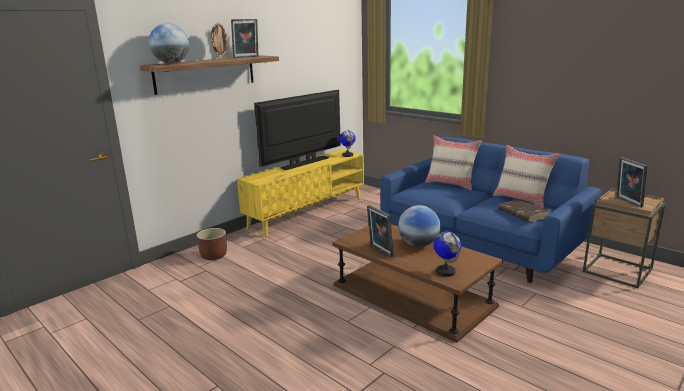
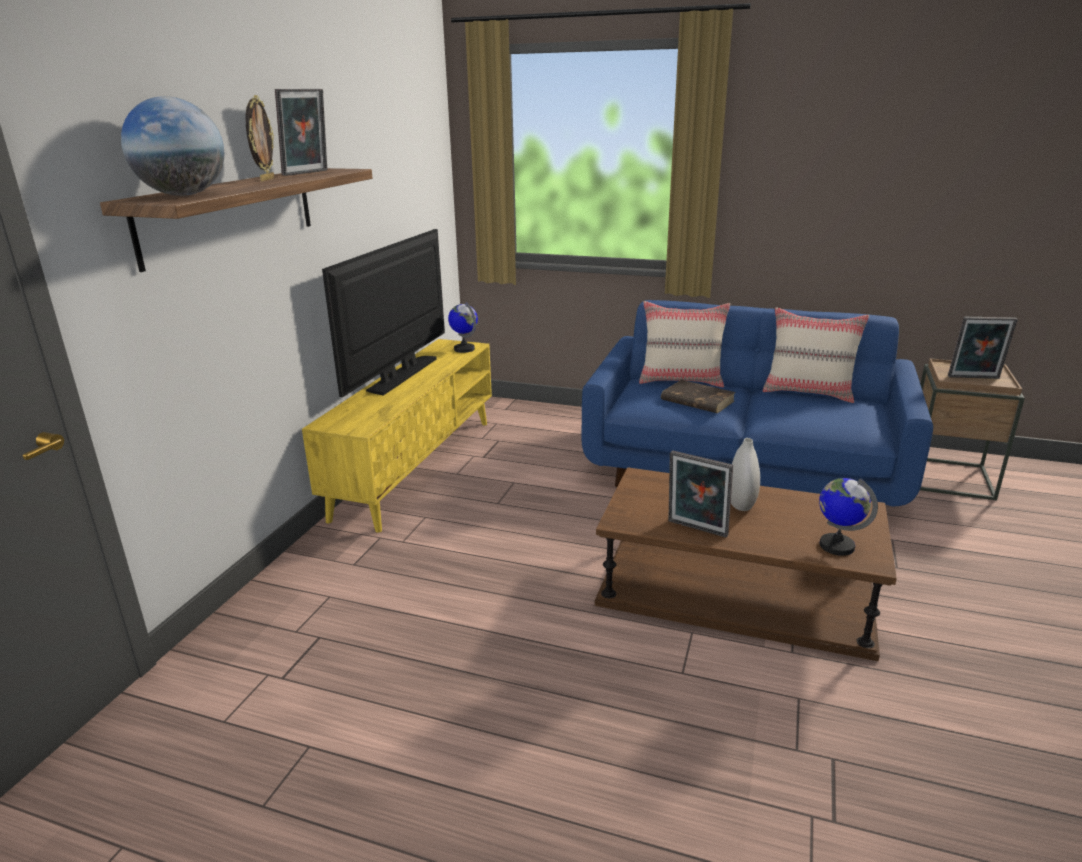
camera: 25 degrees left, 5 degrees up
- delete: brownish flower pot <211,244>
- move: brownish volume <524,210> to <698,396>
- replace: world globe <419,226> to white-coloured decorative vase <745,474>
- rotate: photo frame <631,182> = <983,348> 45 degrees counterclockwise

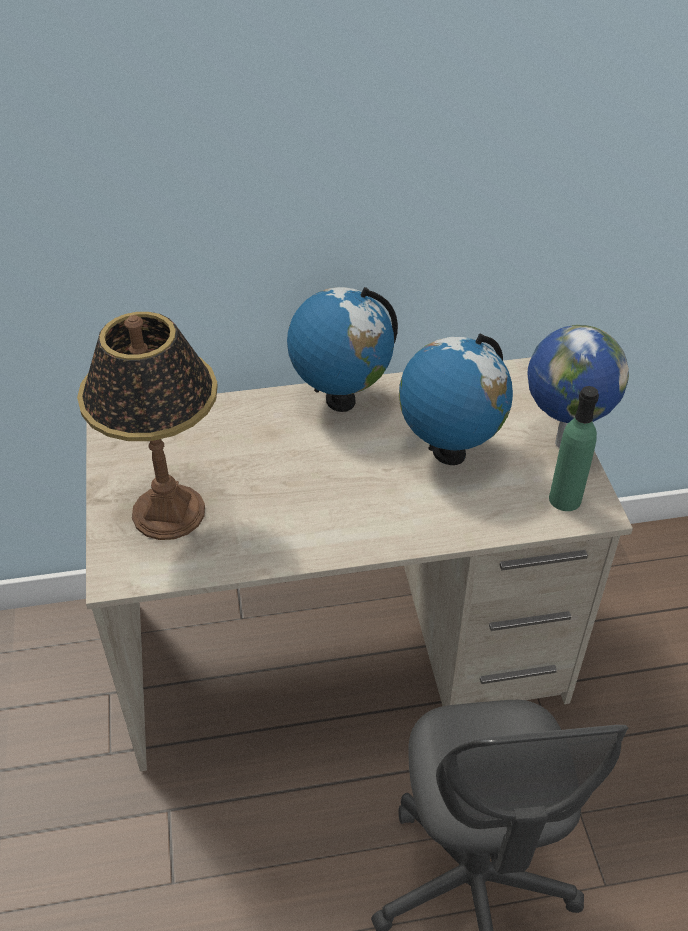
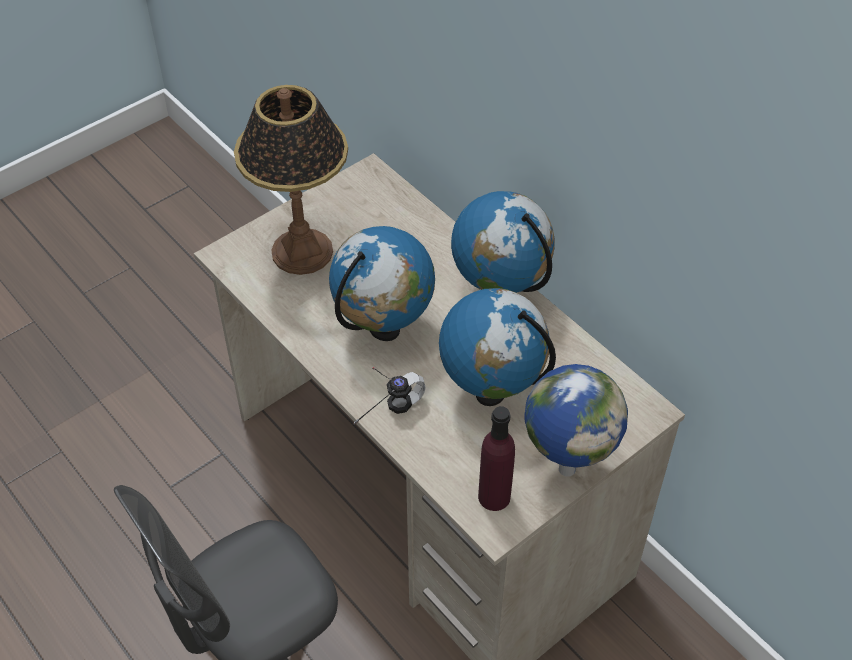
camera: 60 degrees right, 5 degrees up
- insert: world globe <382,283>
- insert: headphones <390,395>
- recolor: green-coloured bottle <574,448> to purple bottle <496,458>

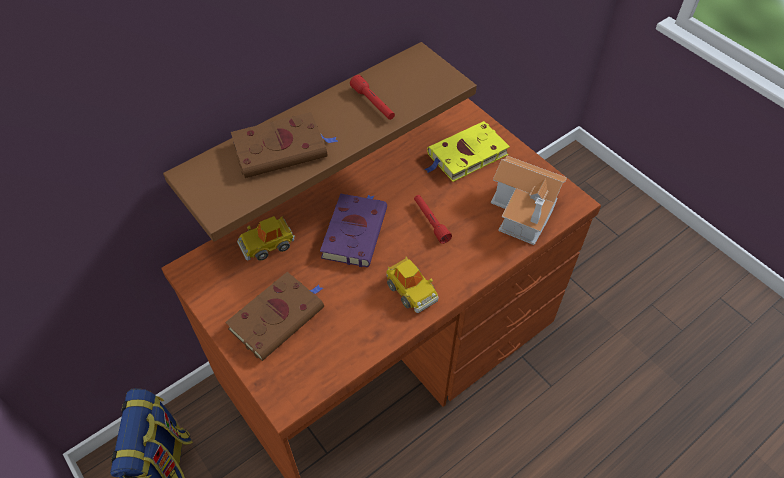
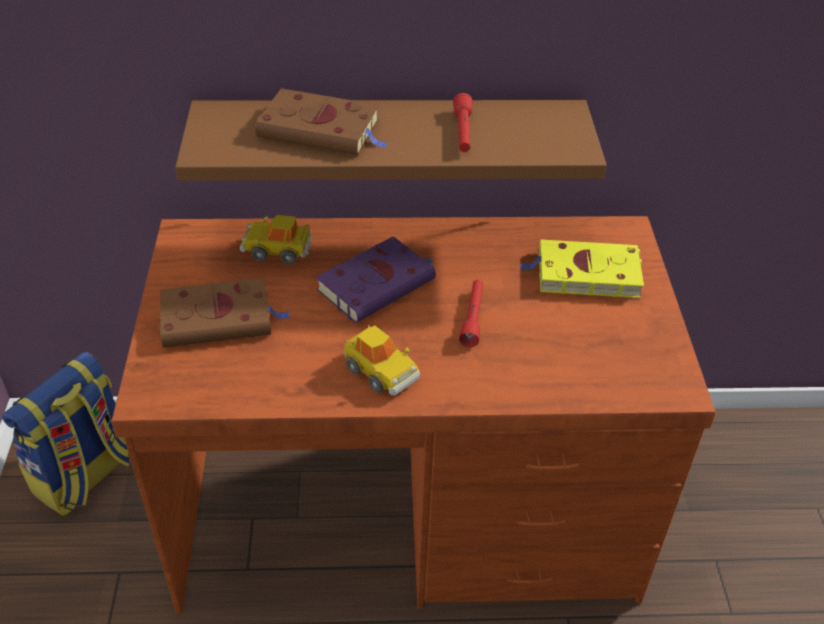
camera: 35 degrees right, 10 degrees down
- delete: miniature house <529,200>
- rotate: miniature car <412,285> = <382,360> 45 degrees counterclockwise

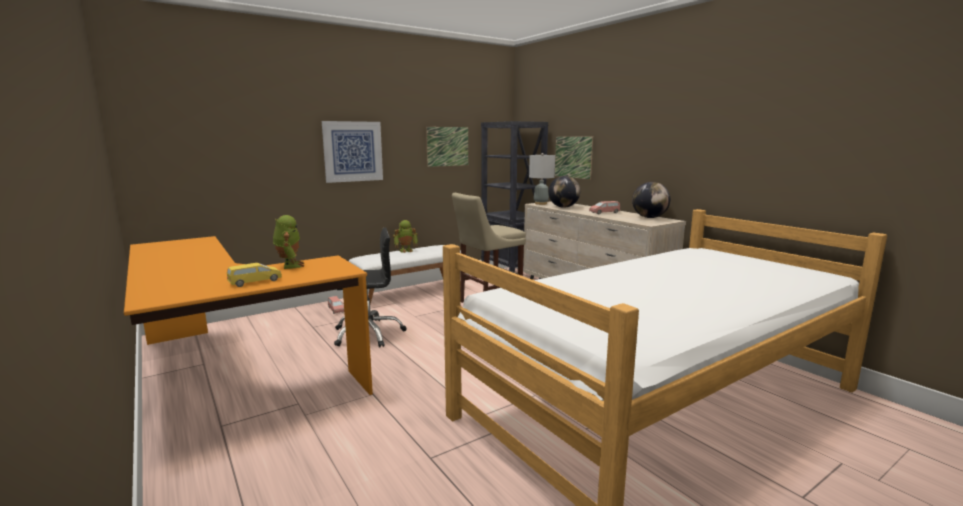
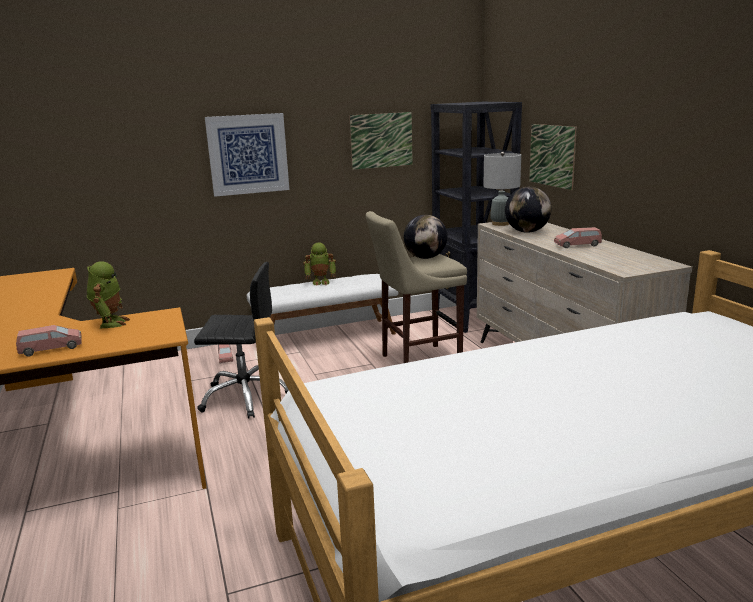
camera: 15 degrees right, 5 degrees up
- move: world globe <651,200> to <426,237>
- recolor: yellow-coloured miniature car <254,275> to pinkish miniature car <49,341>

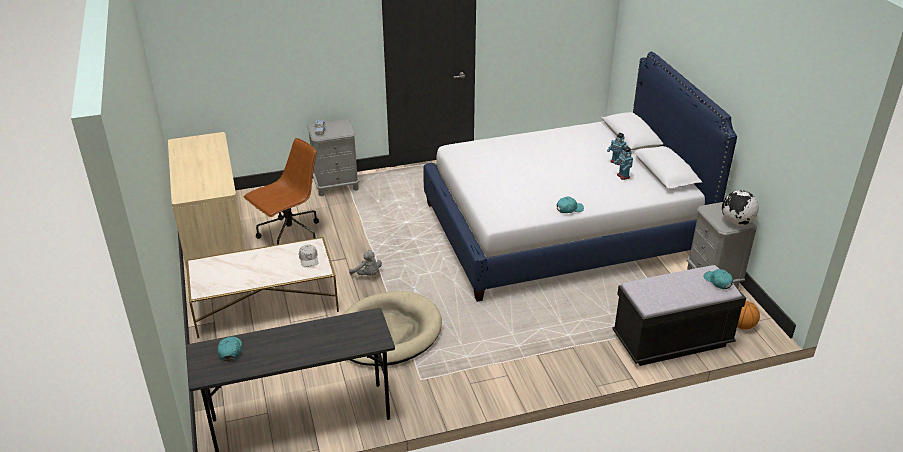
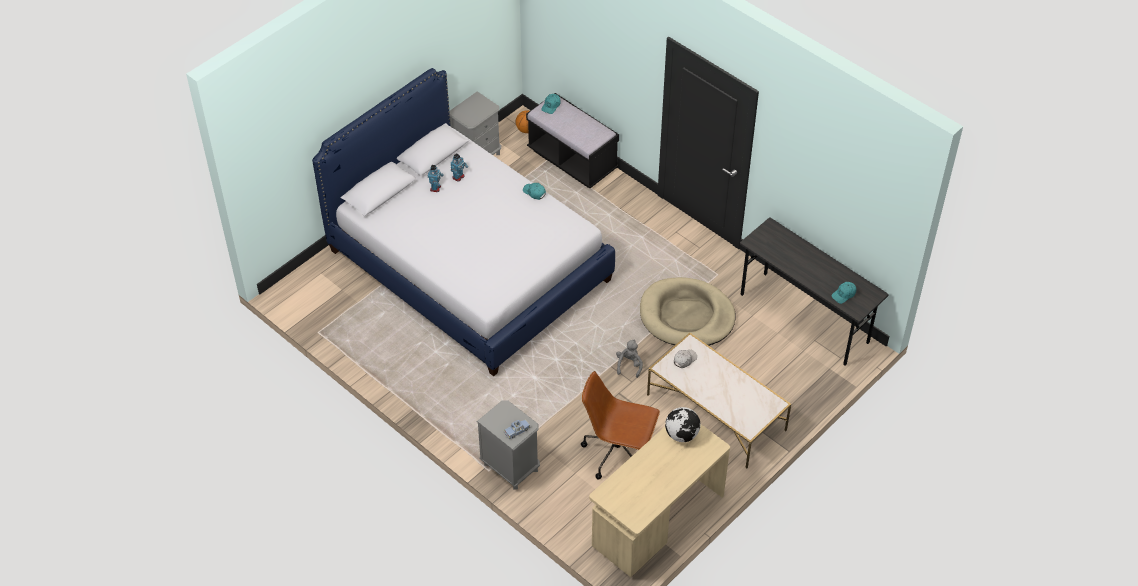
camera: 120 degrees left, 15 degrees up
- move: world globe <740,208> to <682,424>

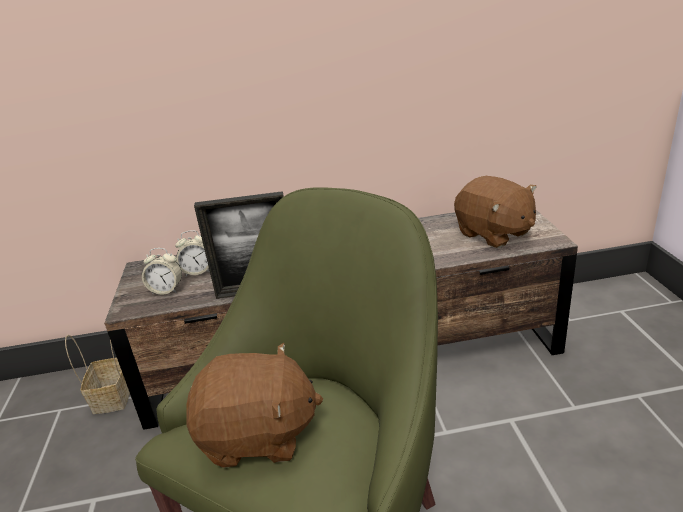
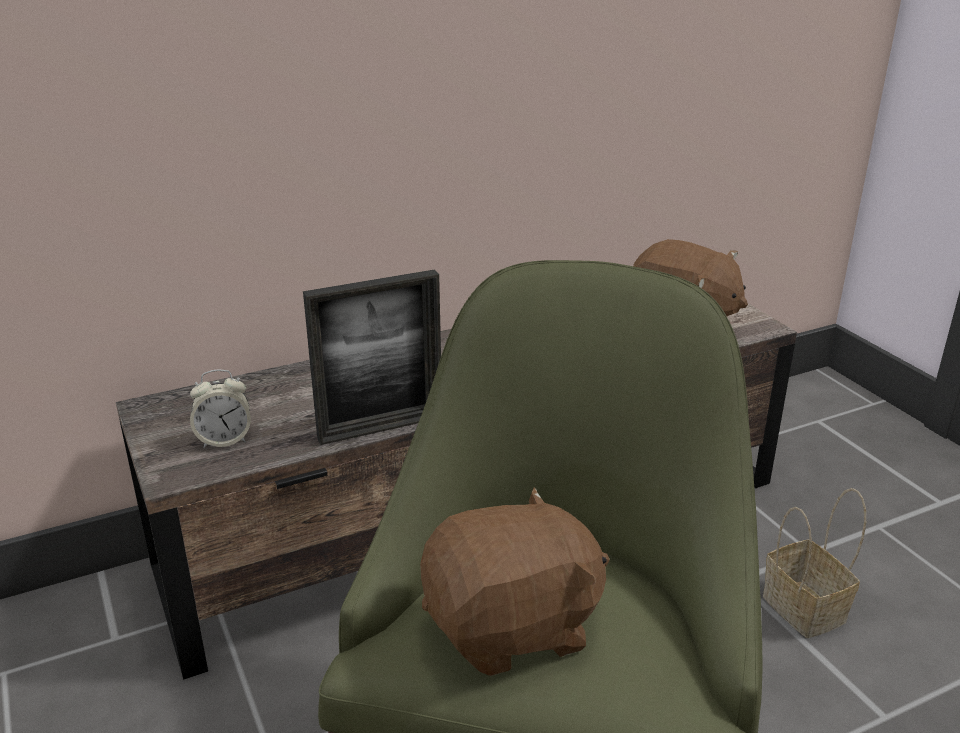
camera: 20 degrees left, 0 degrees up
- delete: alarm clock <192,253>
- move: storage basket <97,374> to <814,563>

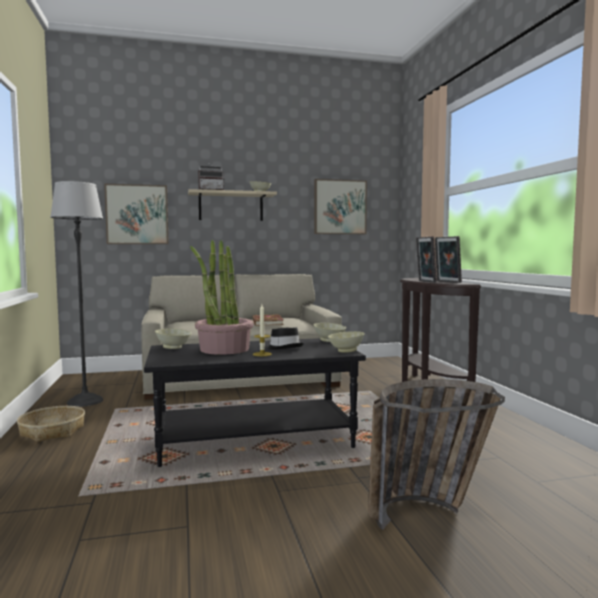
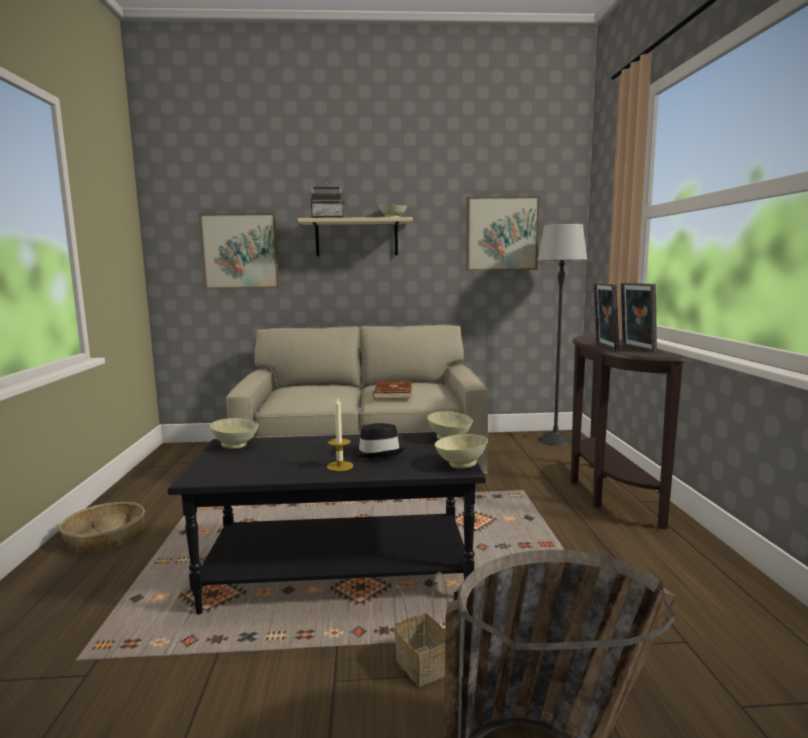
camera: 10 degrees right, 5 degrees up
- delete: plant in a pot <222,297>
- insert: storage basket <421,629>
- move: standing lamp <76,294> to <562,335>

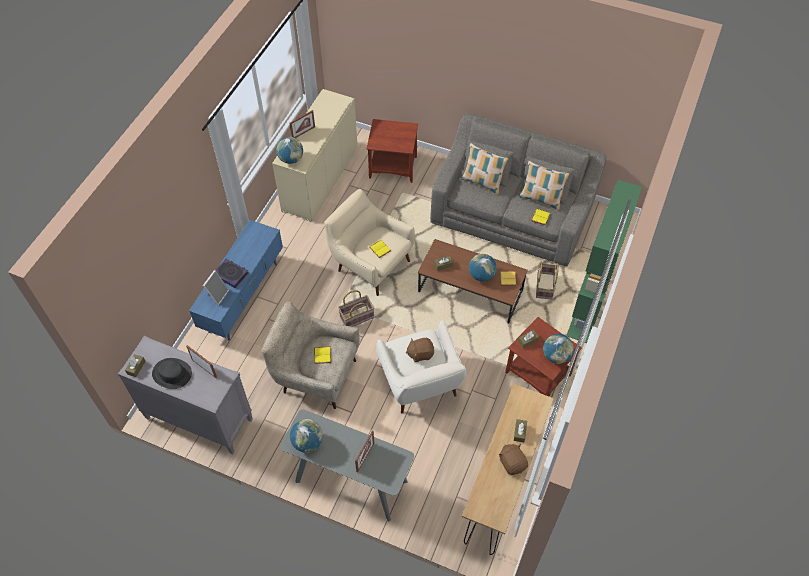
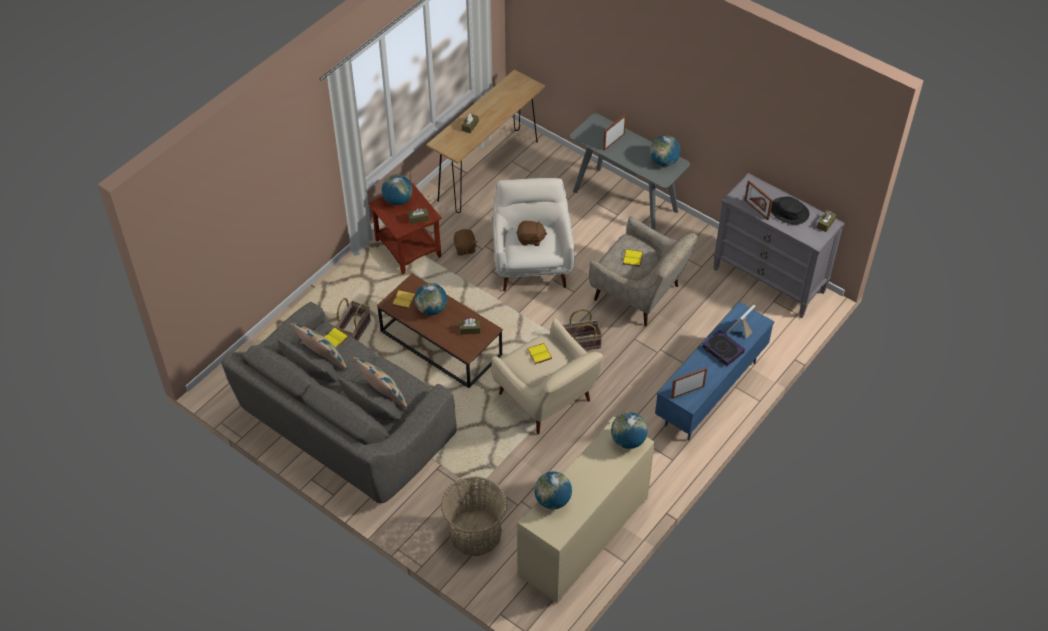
camera: 165 degrees left, 5 degrees down
- delete: green-coloured bookcase <604,261>
- insert: world globe <553,490>
- move: photo frame <302,124> to <689,383>
- move: brownish plush toy <513,459> to <465,242>
- replace: brownish side table <392,151> to storage basket <474,516>

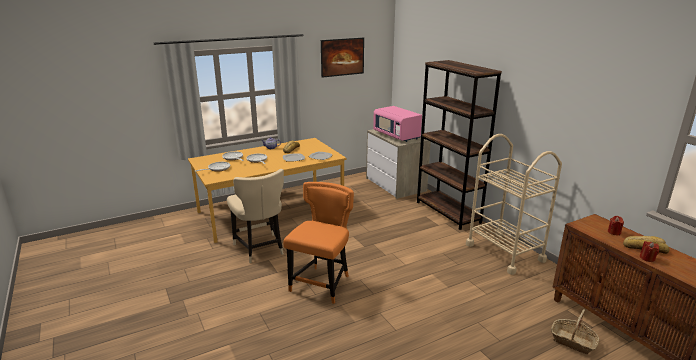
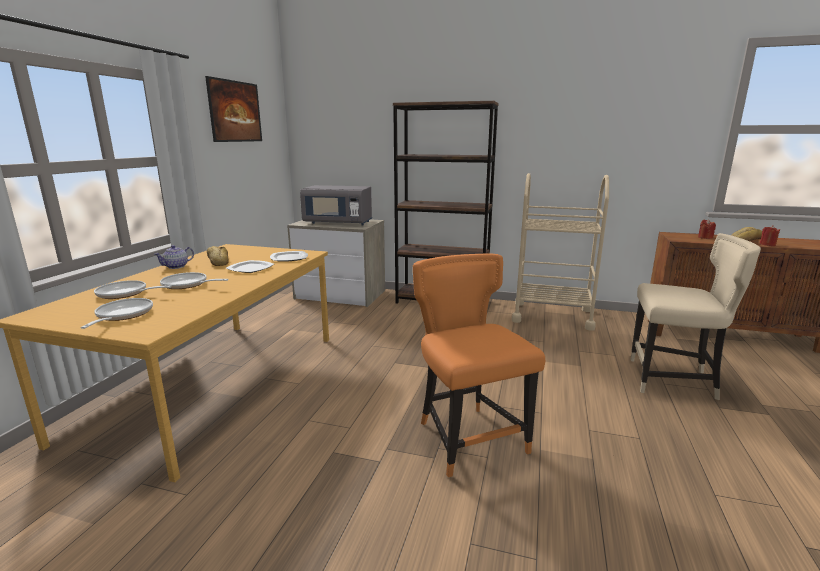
camera: 45 degrees left, 5 degrees down
- delete: storage basket <575,331>
- move: sand-coloured chair <255,216> to <695,316>
- recolor: pinkish microwave oven <397,124> to greyish microwave oven <336,205>

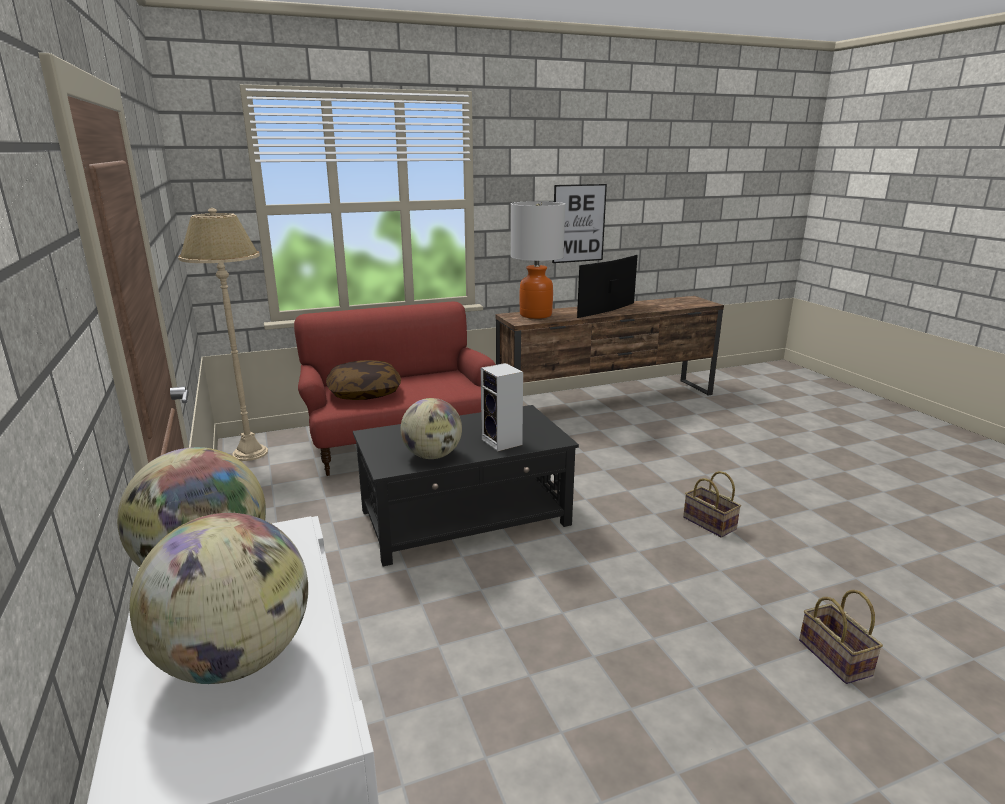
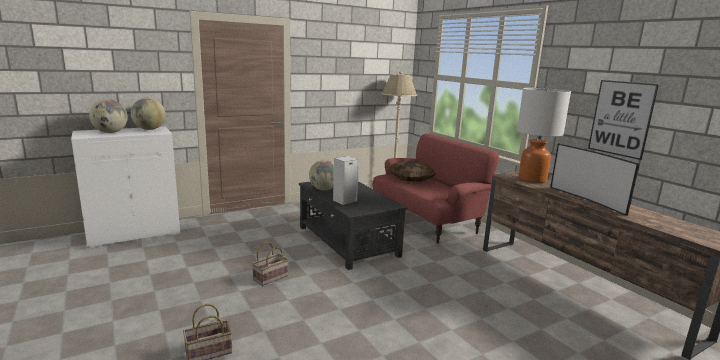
camera: 80 degrees right, 5 degrees down
- move: storage basket <712,504> to <270,264>
- rotate: television <607,286> = <595,180> 150 degrees counterclockwise

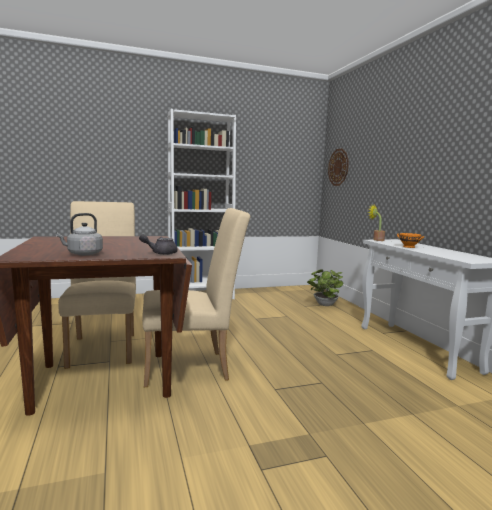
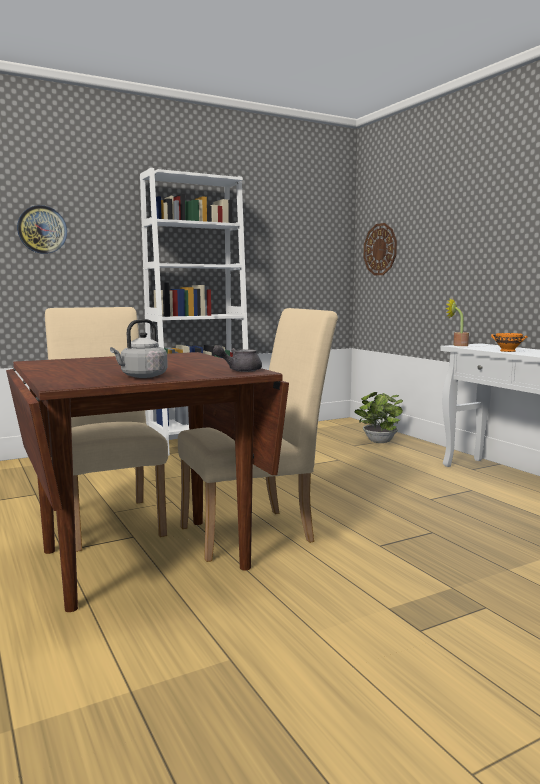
camera: 10 degrees left, 0 degrees up
- insert: clock on the wall <42,229>

